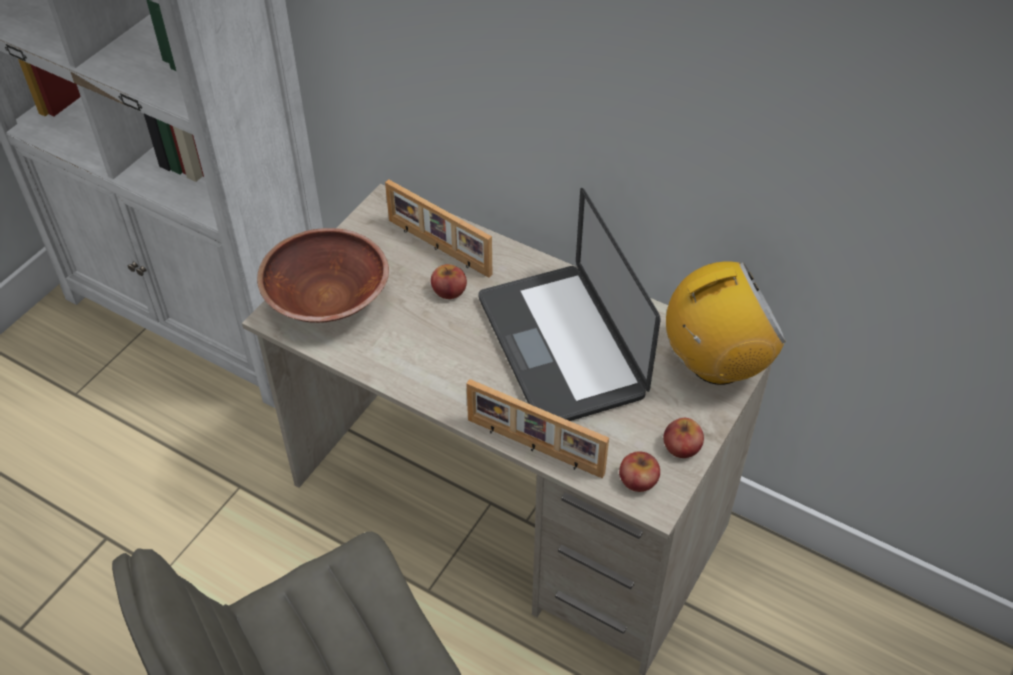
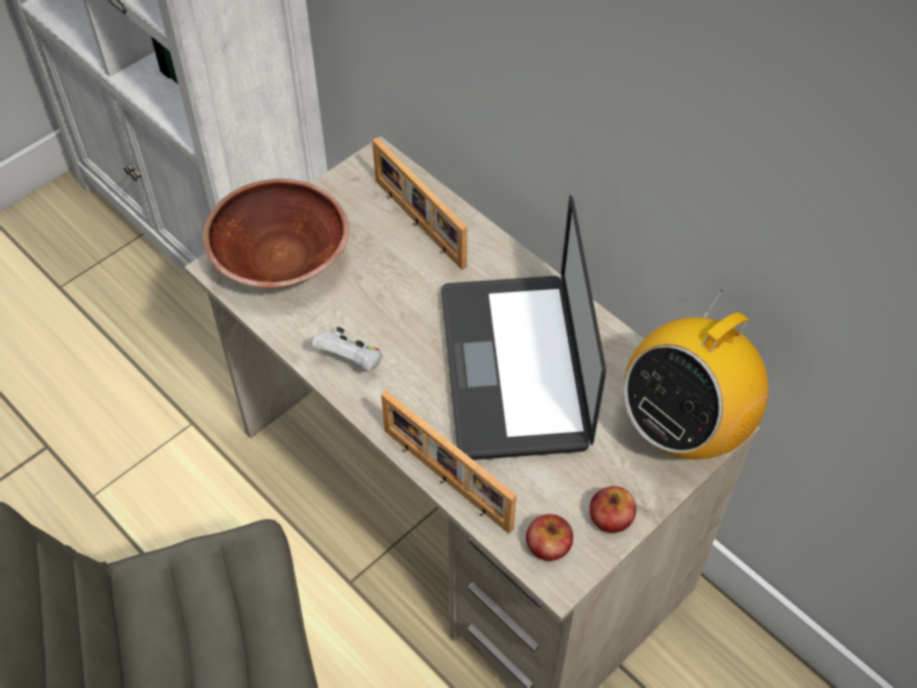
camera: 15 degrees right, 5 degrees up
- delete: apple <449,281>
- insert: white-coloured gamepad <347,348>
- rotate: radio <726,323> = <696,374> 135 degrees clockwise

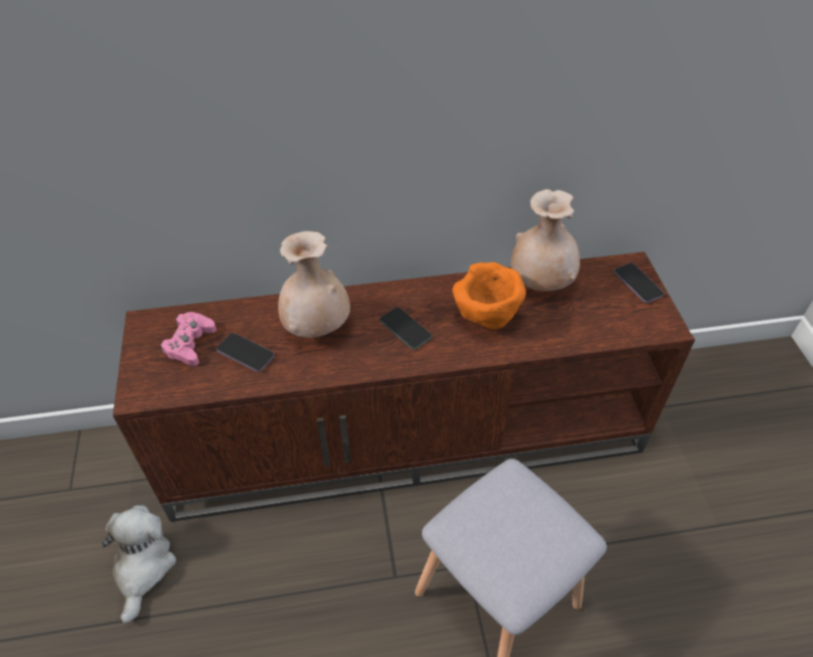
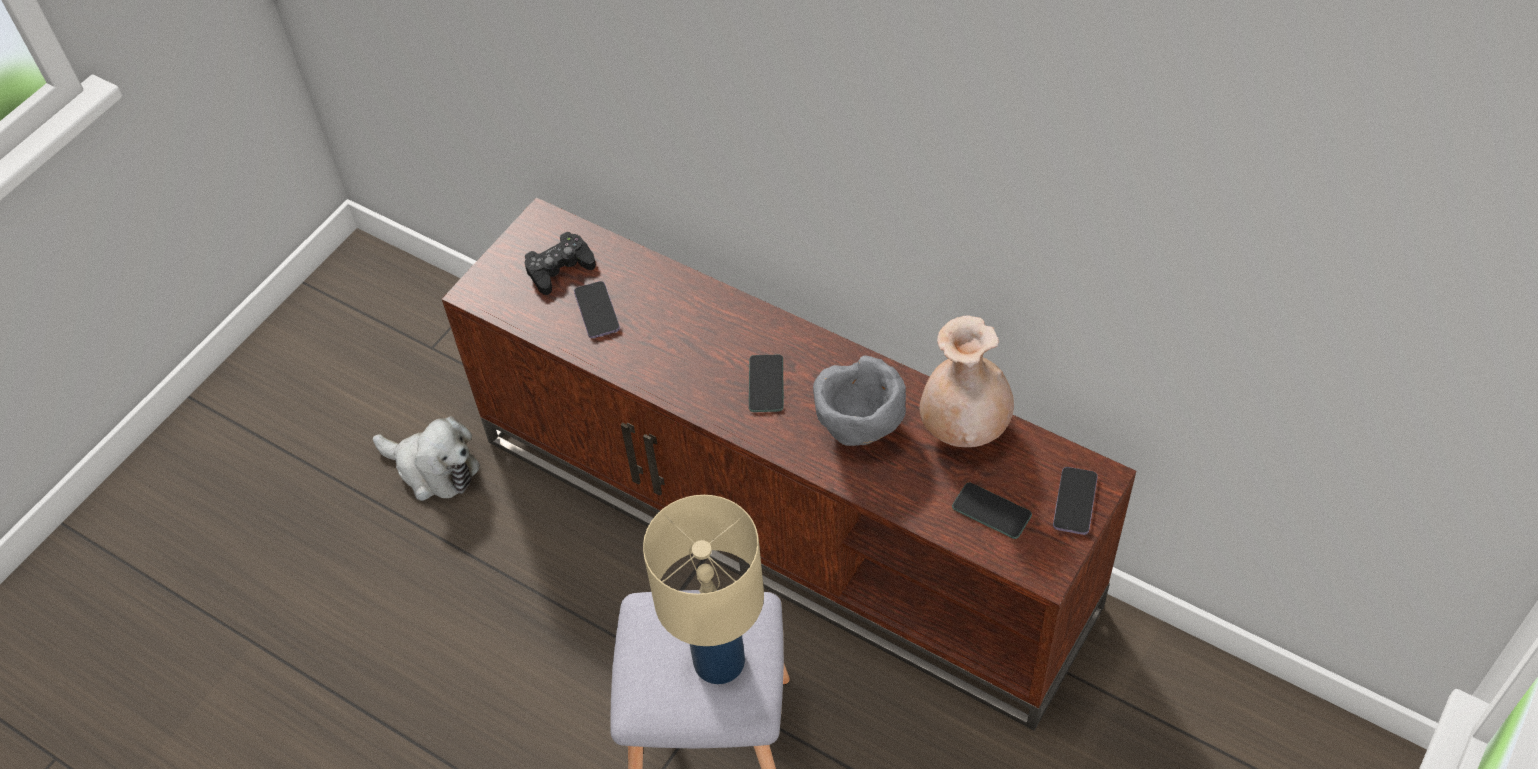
camera: 45 degrees right, 5 degrees up
- delete: sand-coloured decorative vase <314,284>
- insert: sand-coloured tabletop lamp <703,589>
- insert: handset <992,511>
- recolor: pinkish gamepad <189,339> to black-coloured gamepad <560,263>
- recolor: orange-coloured bowl <489,295> to greyish bowl <859,400>
- rotate: plush toy <138,564> = <426,458> 75 degrees clockwise

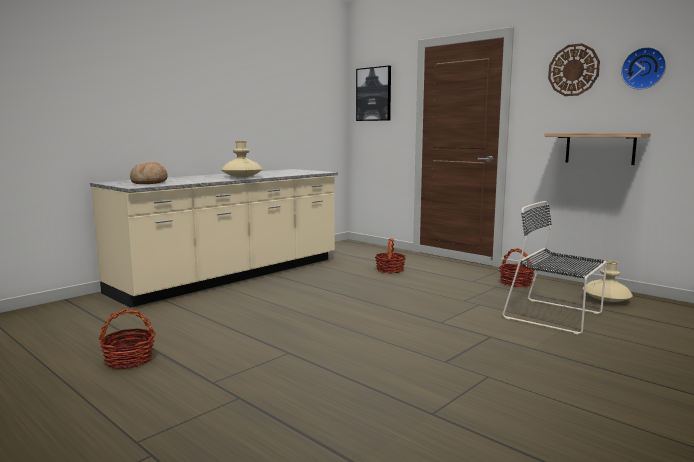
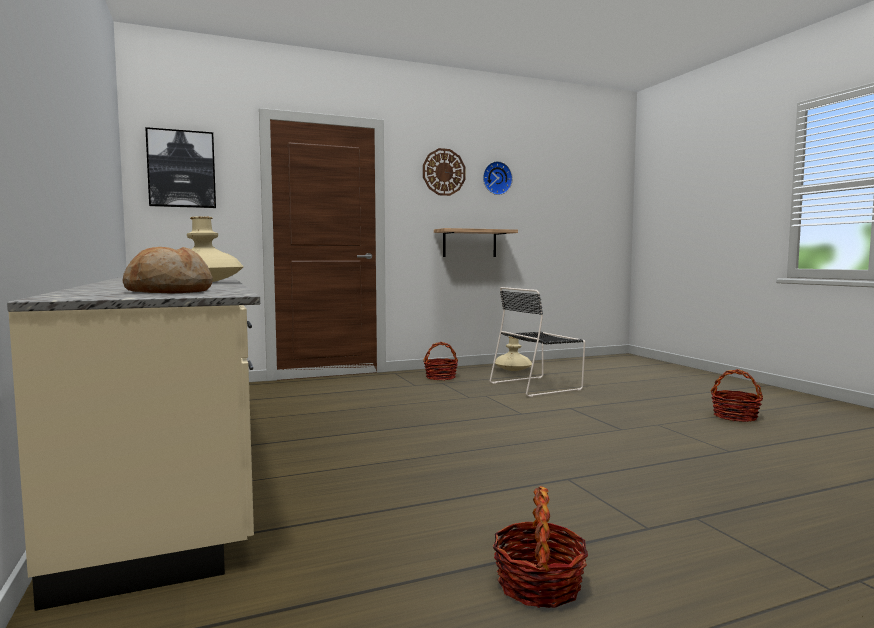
camera: 65 degrees left, 5 degrees down
- move: storage basket <390,256> to <736,395>

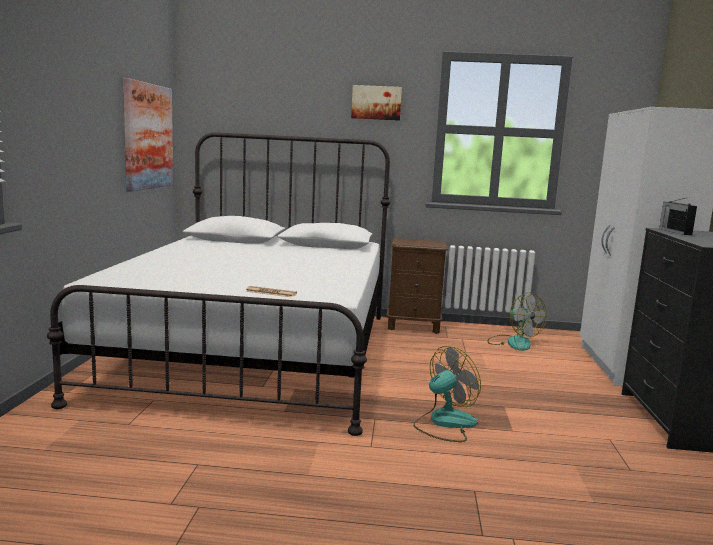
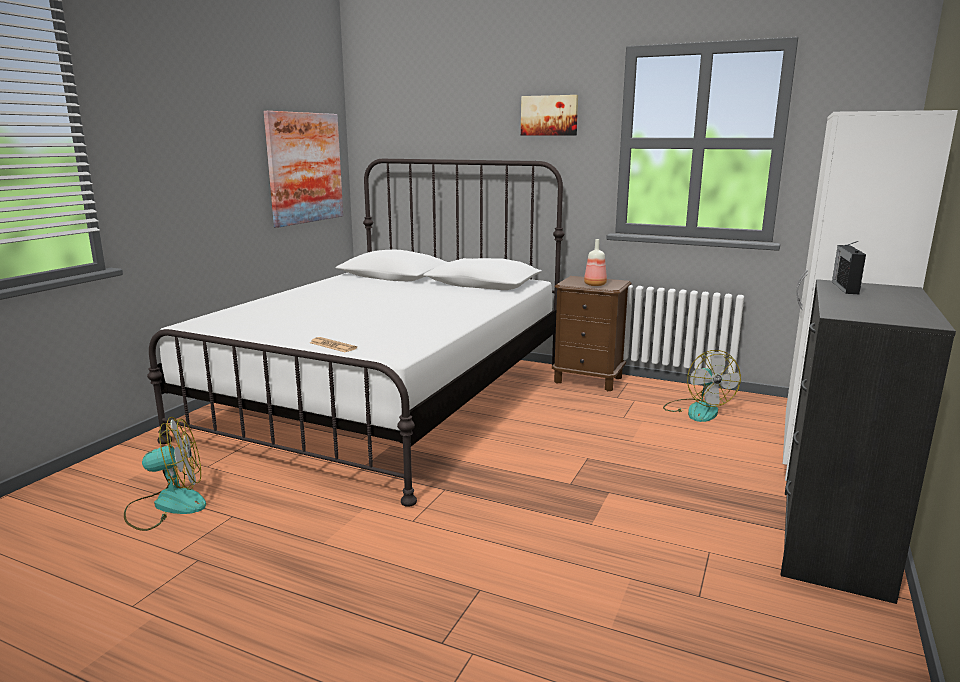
camera: 20 degrees right, 5 degrees up
- insert: bottle <595,262>
- move: fan <447,394> to <165,474>

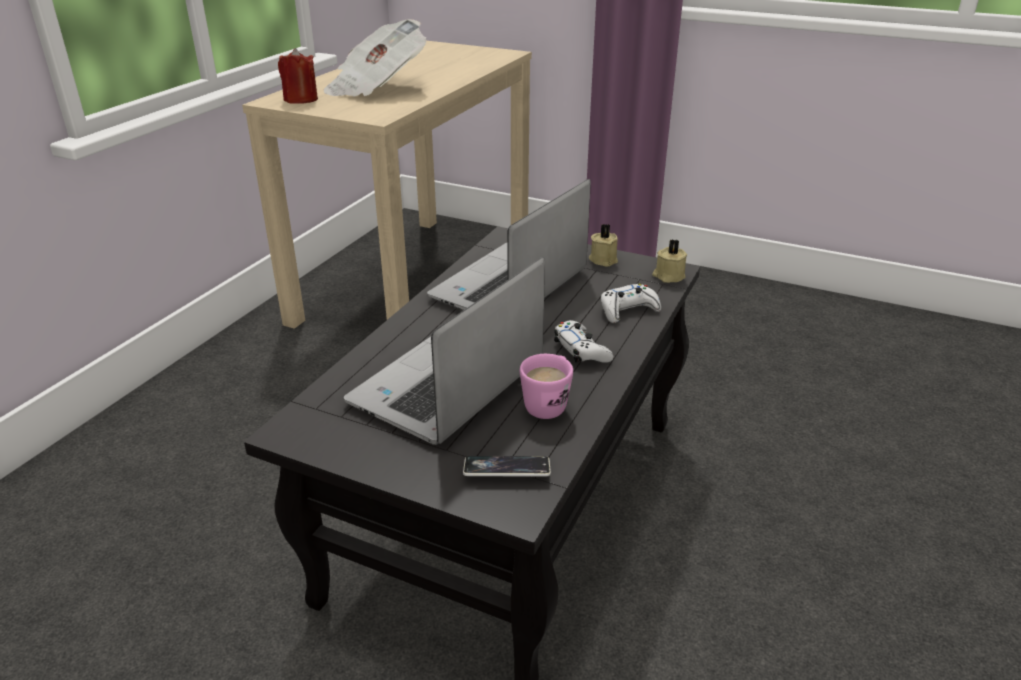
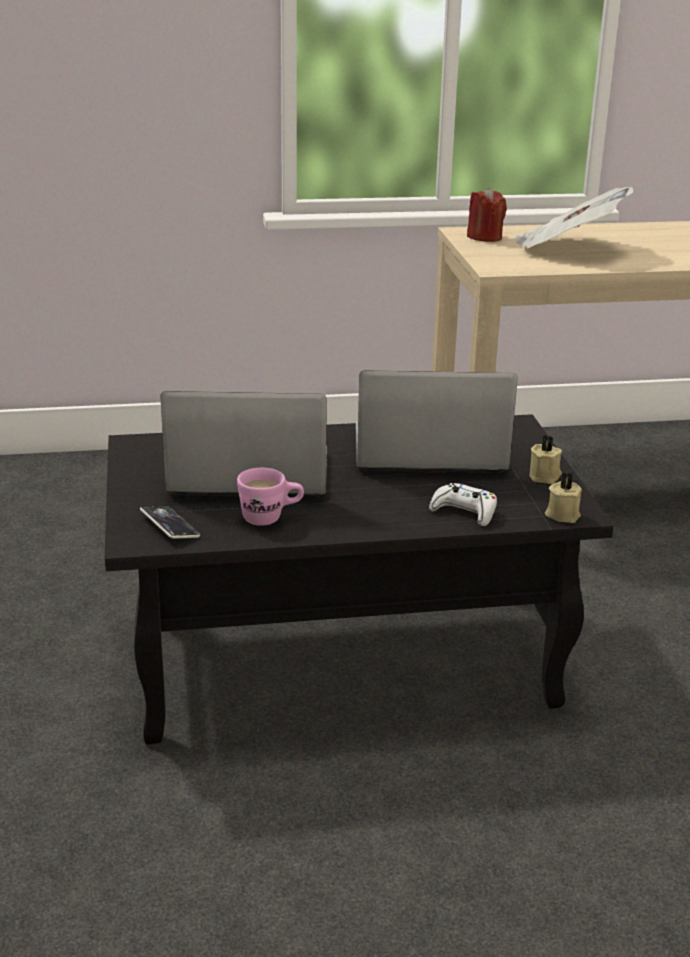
camera: 55 degrees right, 5 degrees down
- delete: white-coloured gamepad <583,341>

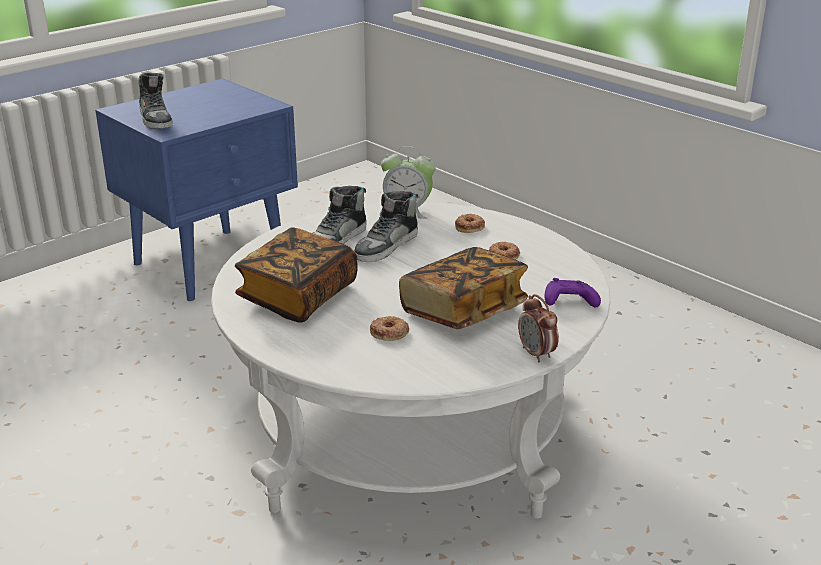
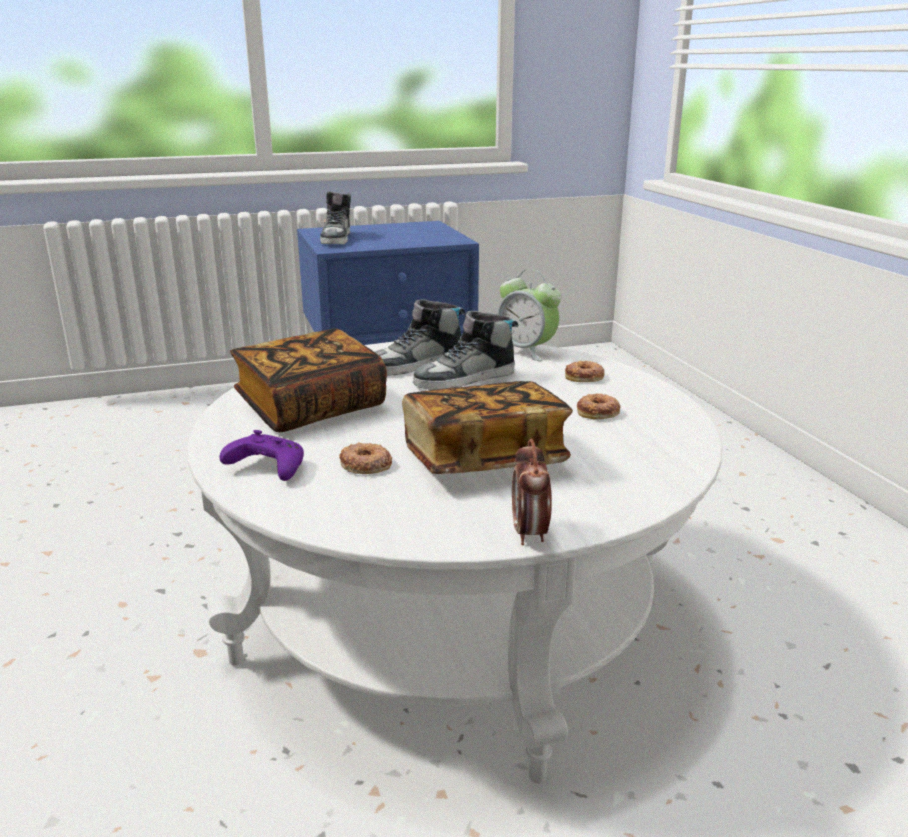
camera: 25 degrees right, 5 degrees down
- move: purple gamepad <573,292> to <262,455>

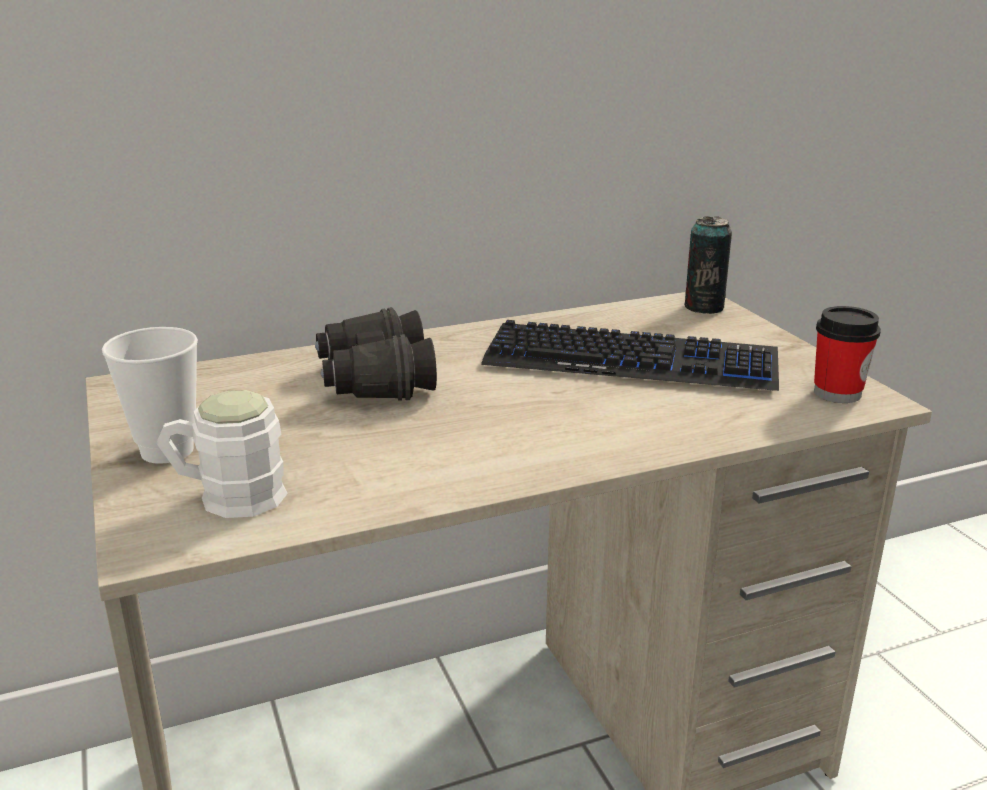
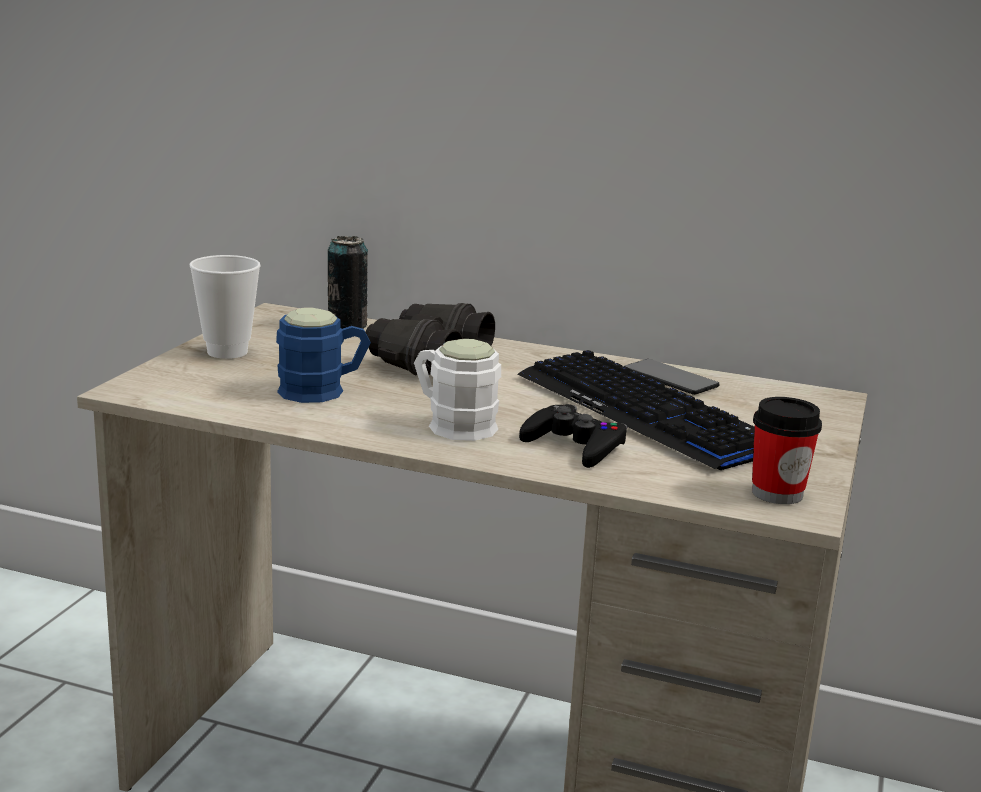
camera: 40 degrees right, 5 degrees down
- insert: blue mug <323,355>
- insert: black-coloured gamepad <573,436>
- insert: handset <672,377>
- move: white-coloured mug <222,454> to <457,390>
- move: can <708,265> to <348,282>

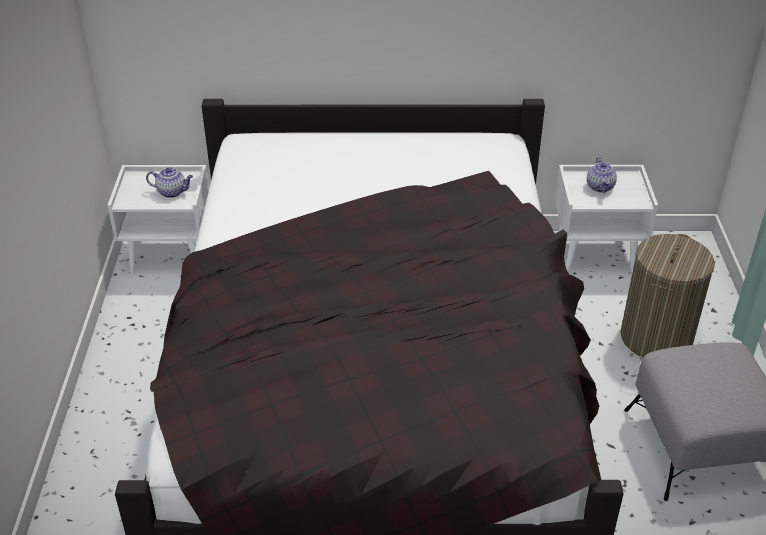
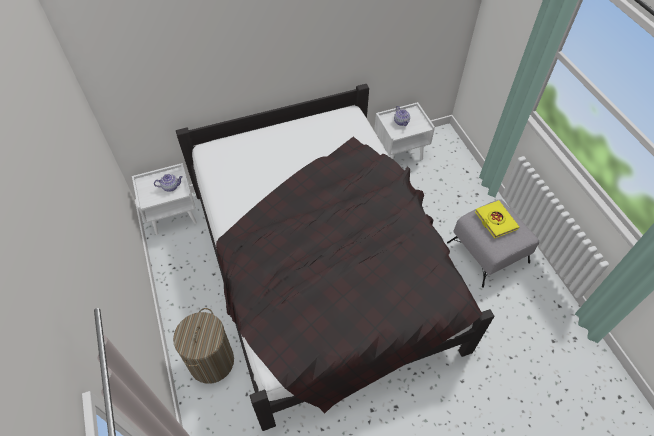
camera: 20 degrees left, 15 degrees up
- insert: yellow-coloured volume <497,219>
- move: laundry basket <667,296> to <203,346>

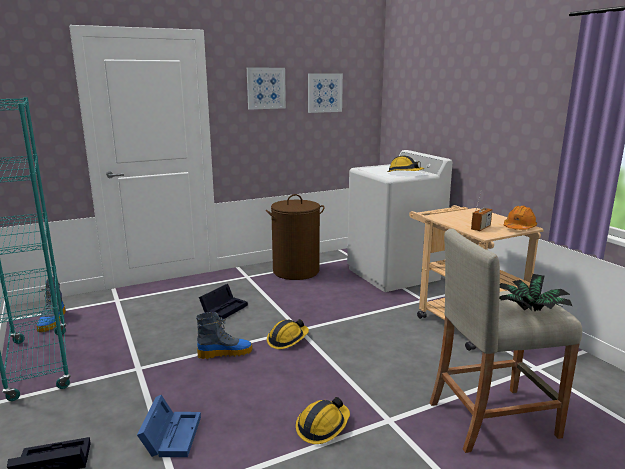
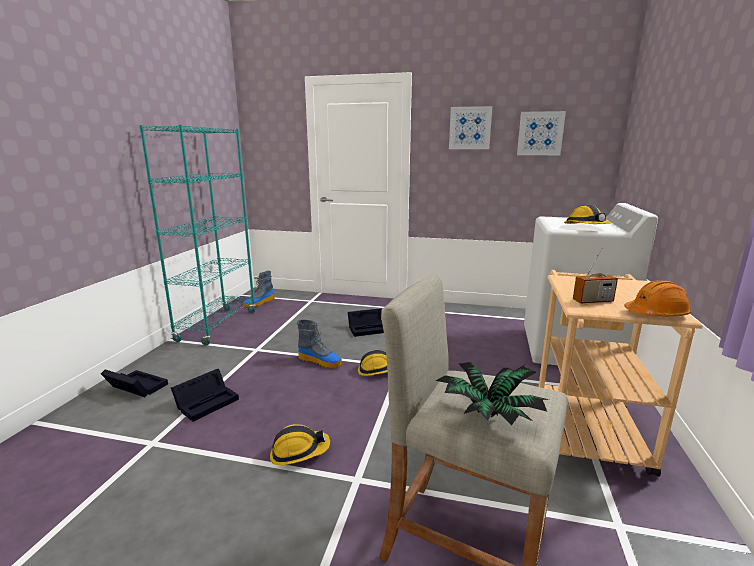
camera: 40 degrees right, 0 degrees up
- delete: brownish laundry basket <295,237>
- recolor: blue storage box <169,426> to black-coloured storage box <205,395>

